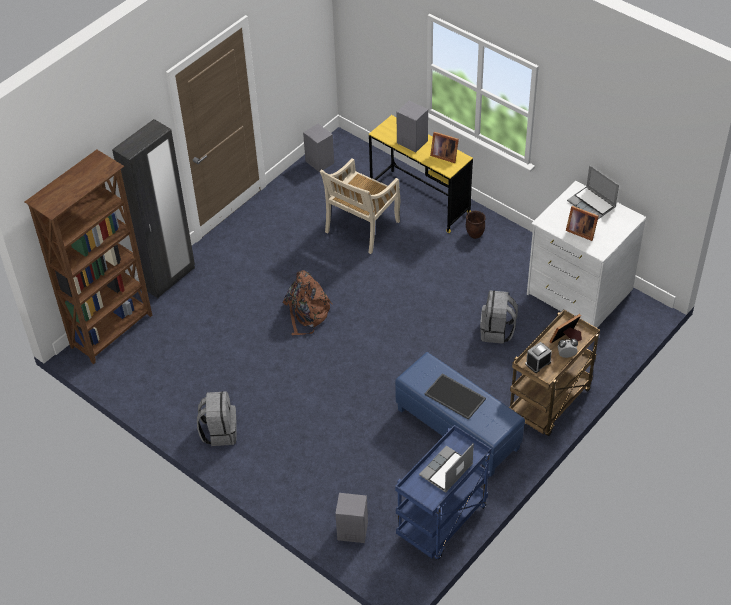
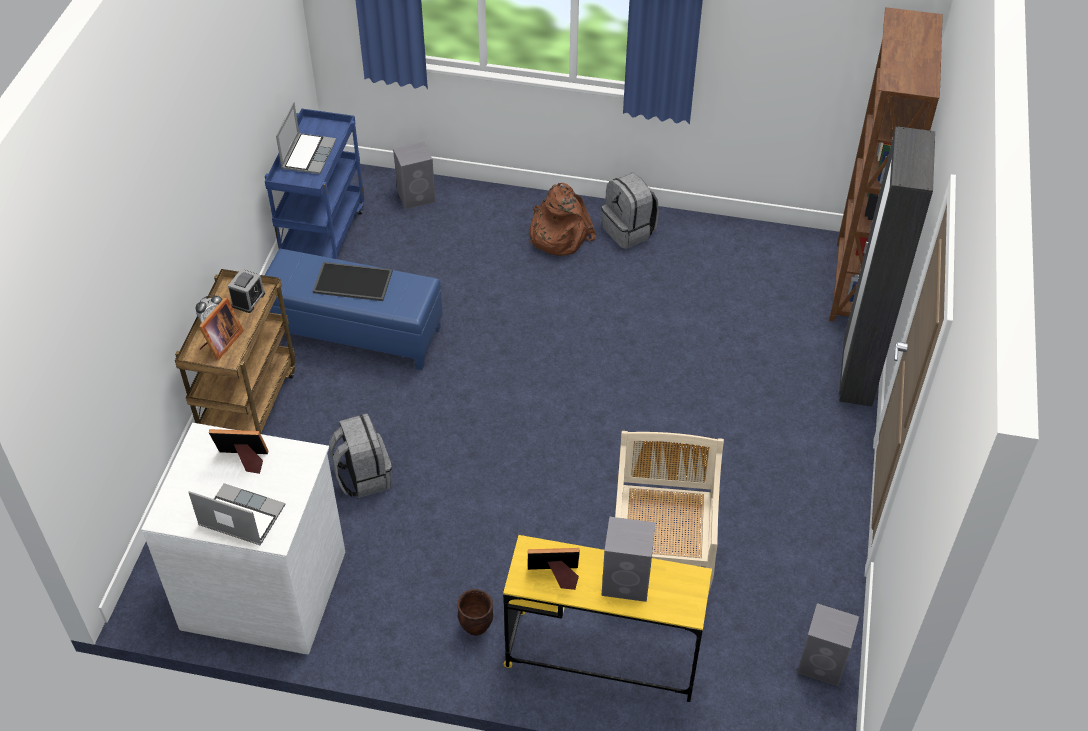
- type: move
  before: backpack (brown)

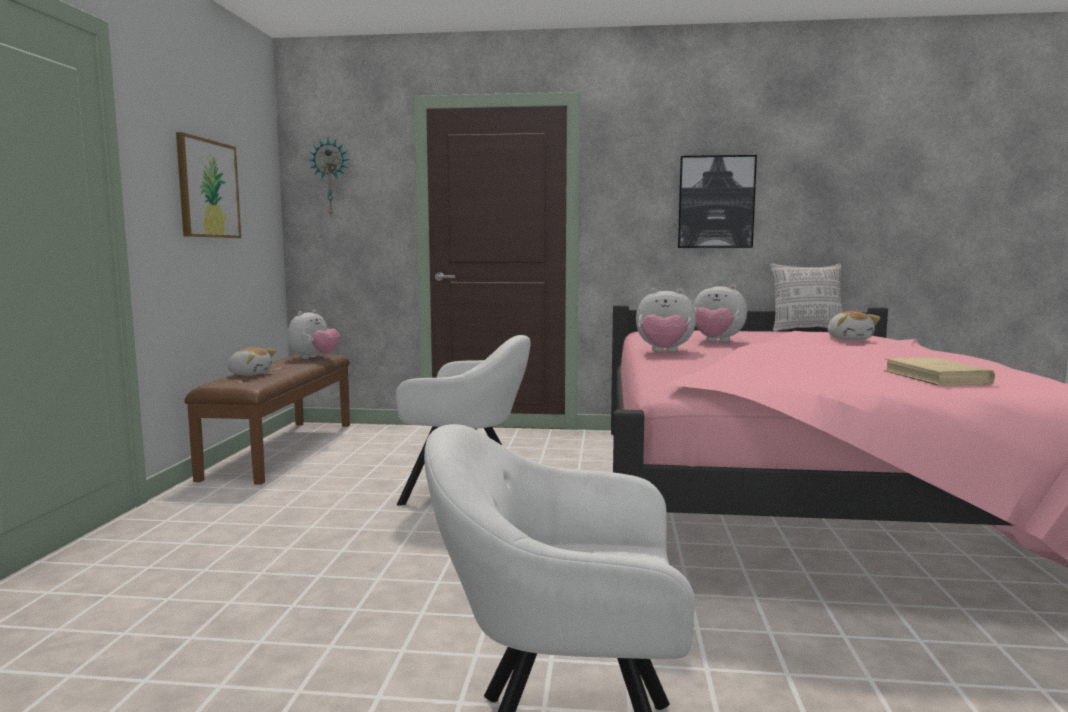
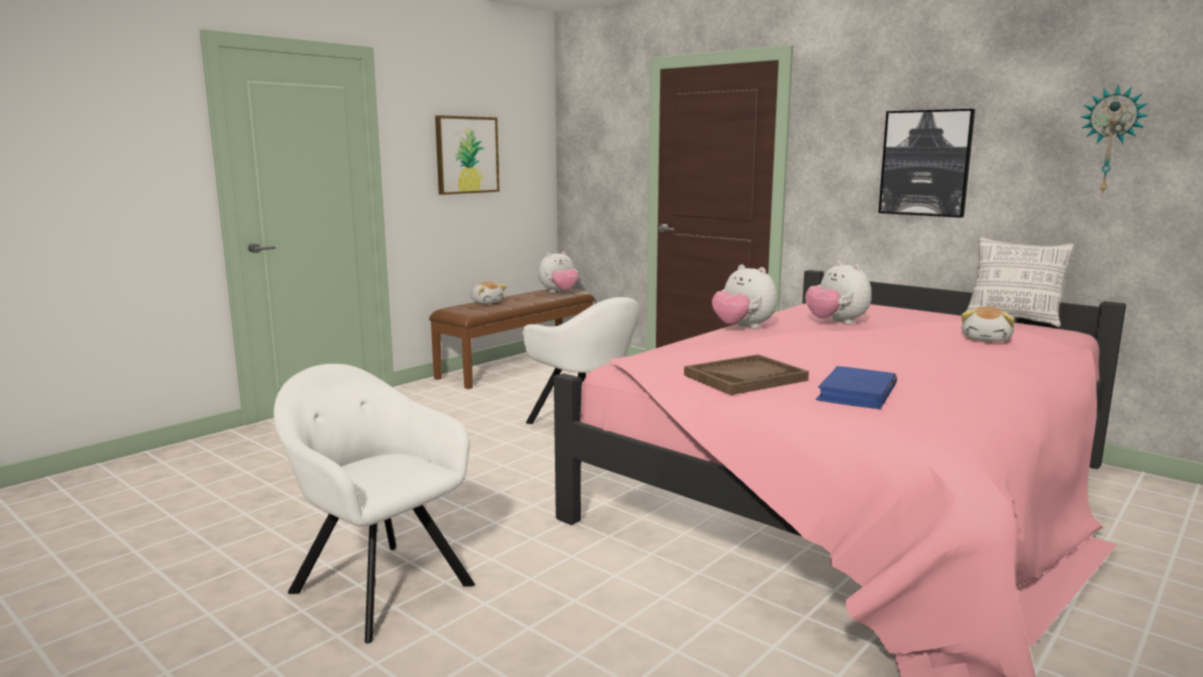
- type: insert
  after: tray (brown)
- type: move
  before: wall clock
- type: recolor
  before: book (beige)
  after: book (blue)

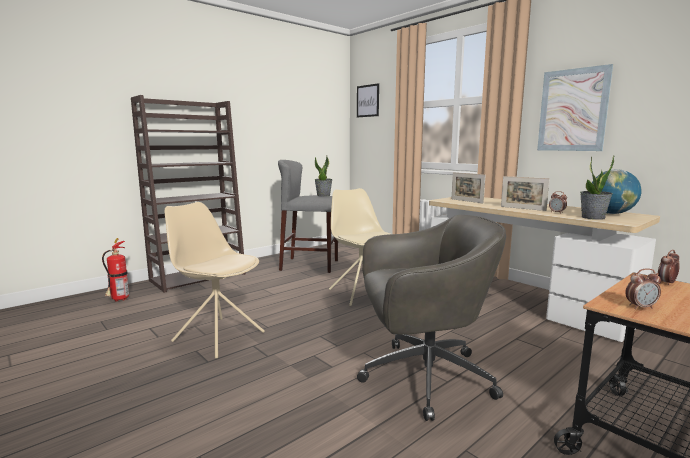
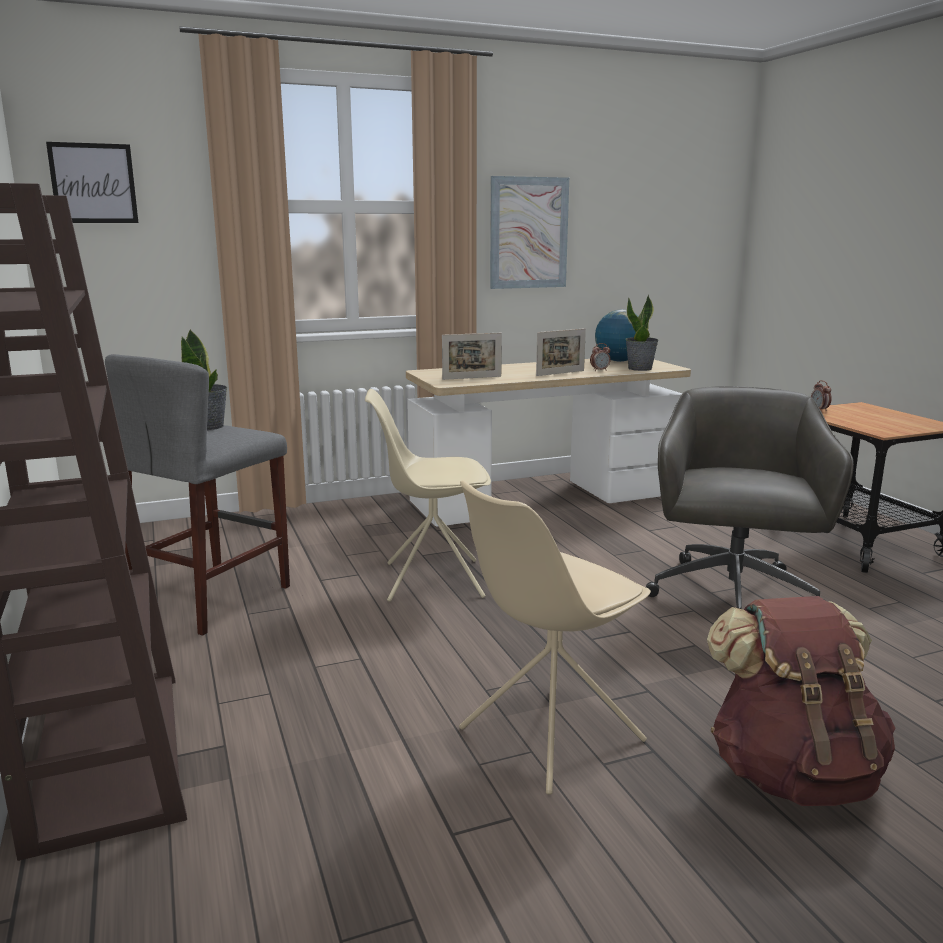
- type: delete
  before: fire extinguisher
- type: delete
  before: alarm clock (2nd from left)
- type: insert
  after: backpack (brown)

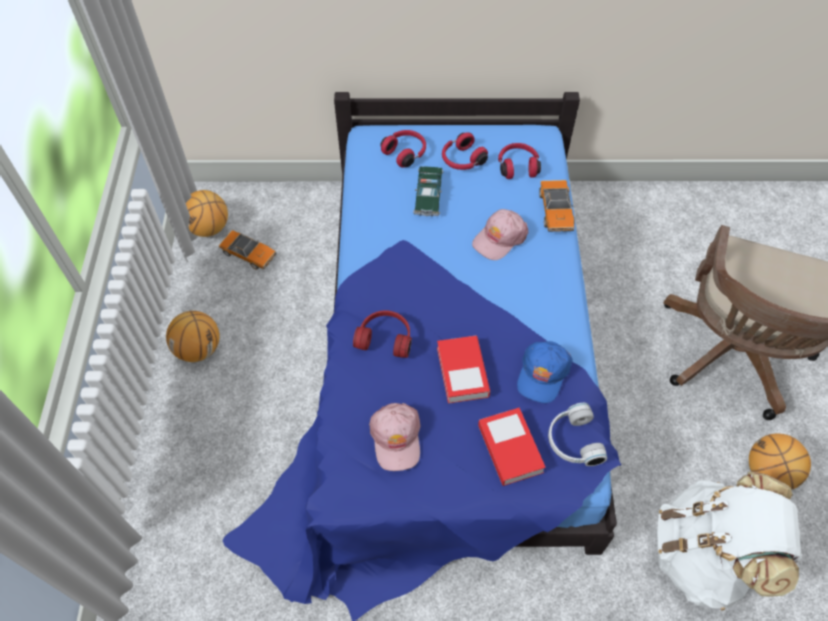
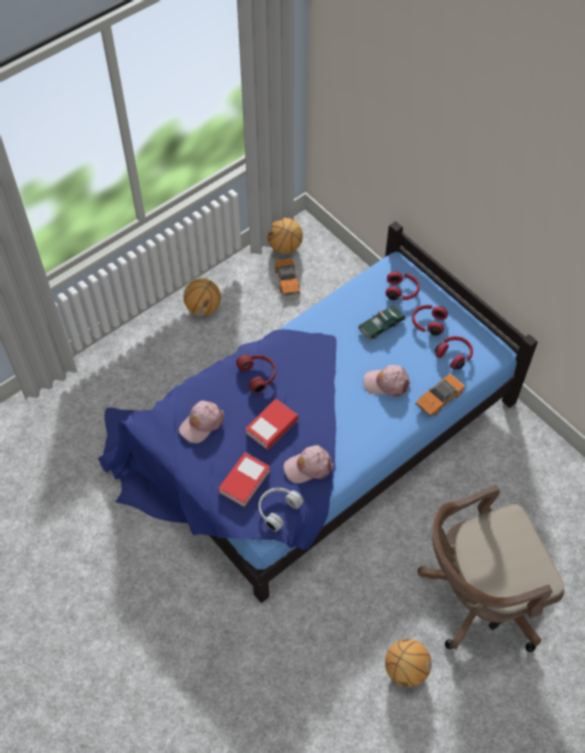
- type: delete
  before: backpack (white)
- type: recolor
  before: cap (blue)
  after: cap (pink) (2nd from left)

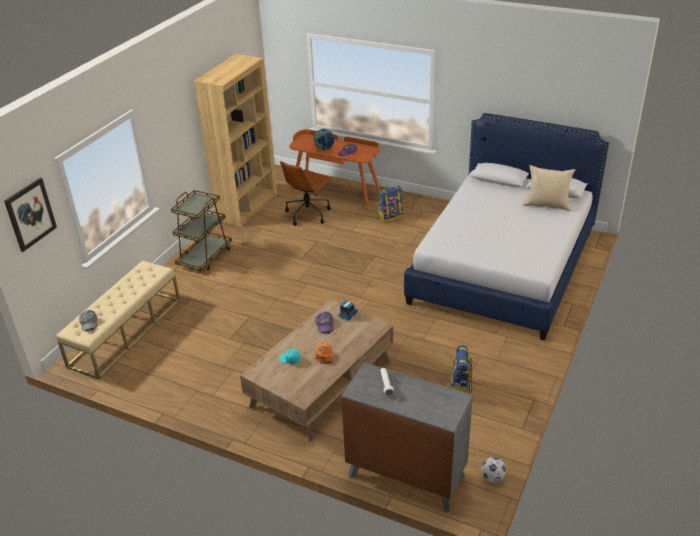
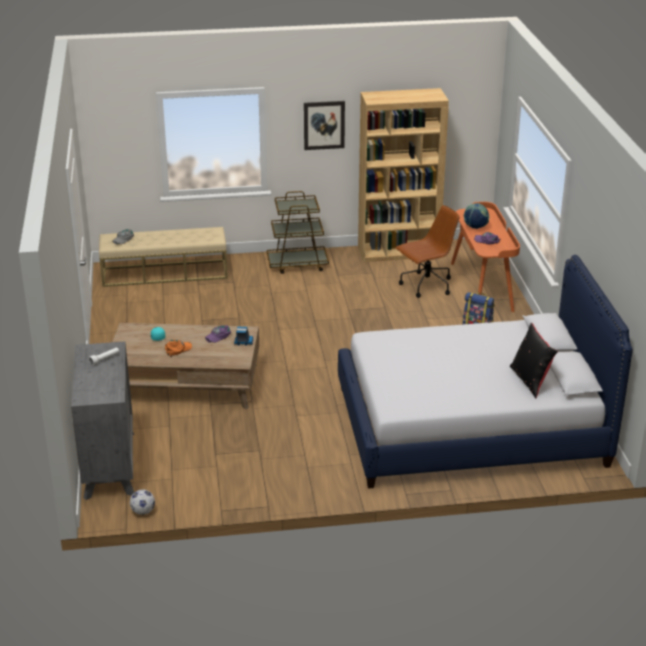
- type: delete
  before: backpack (2nd from left)
- type: move
  before: picture
- type: recolor
  before: pillow (beige)
  after: pillow (black)
- type: rotate
  before: office chair (brown)
  turn: 150

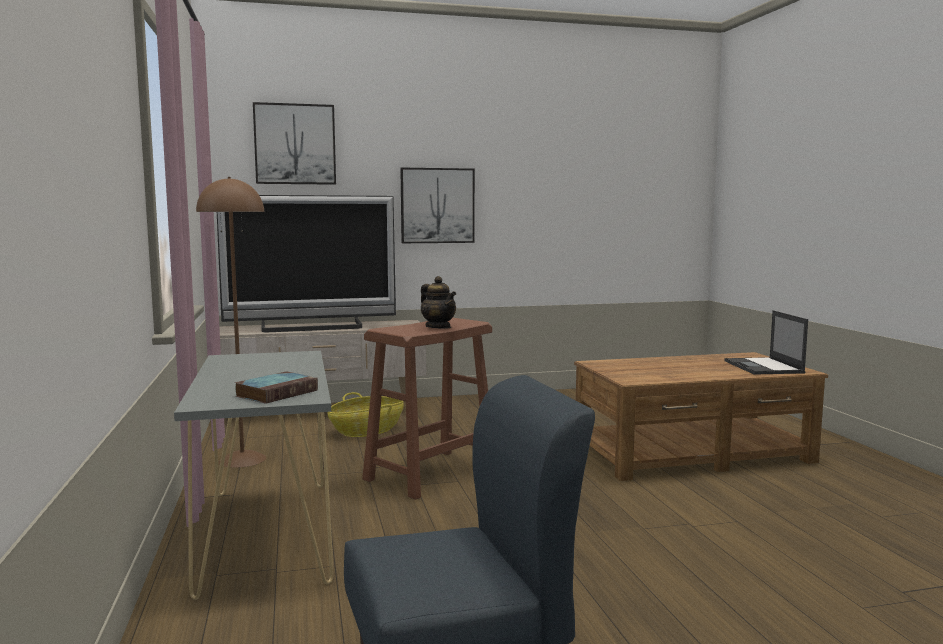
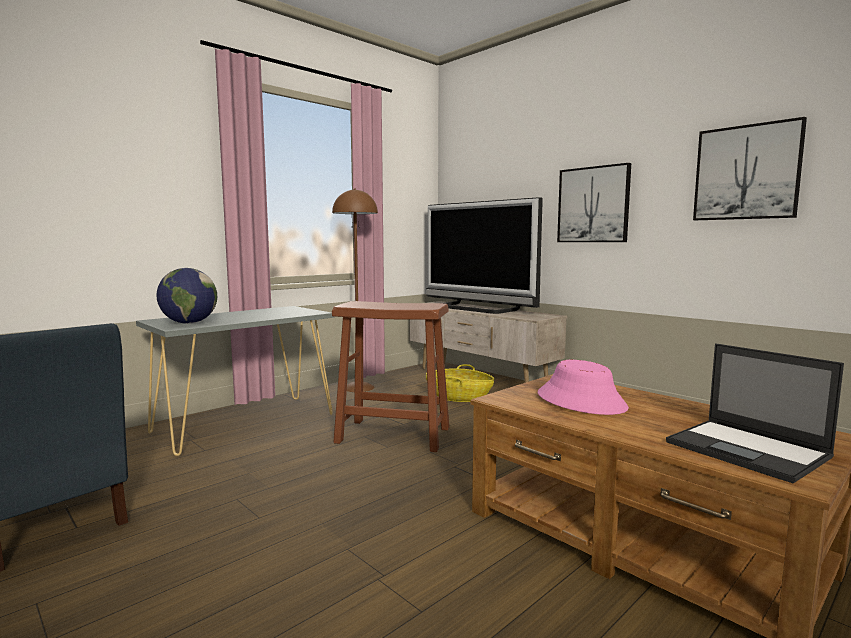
- type: delete
  before: teapot
- type: insert
  after: hat (pink)
- type: move
  before: picture (1st from left in the first image)
  after: picture (2nd from left)
- type: replace
  before: book
  after: globe
- type: rotate
  before: laptop
  turn: -90

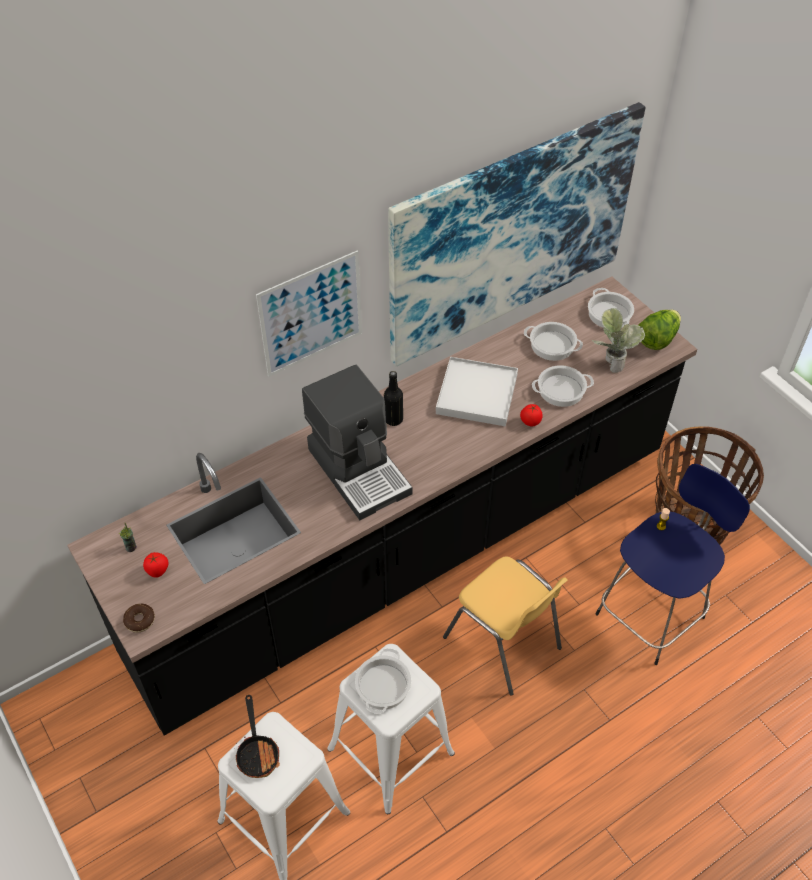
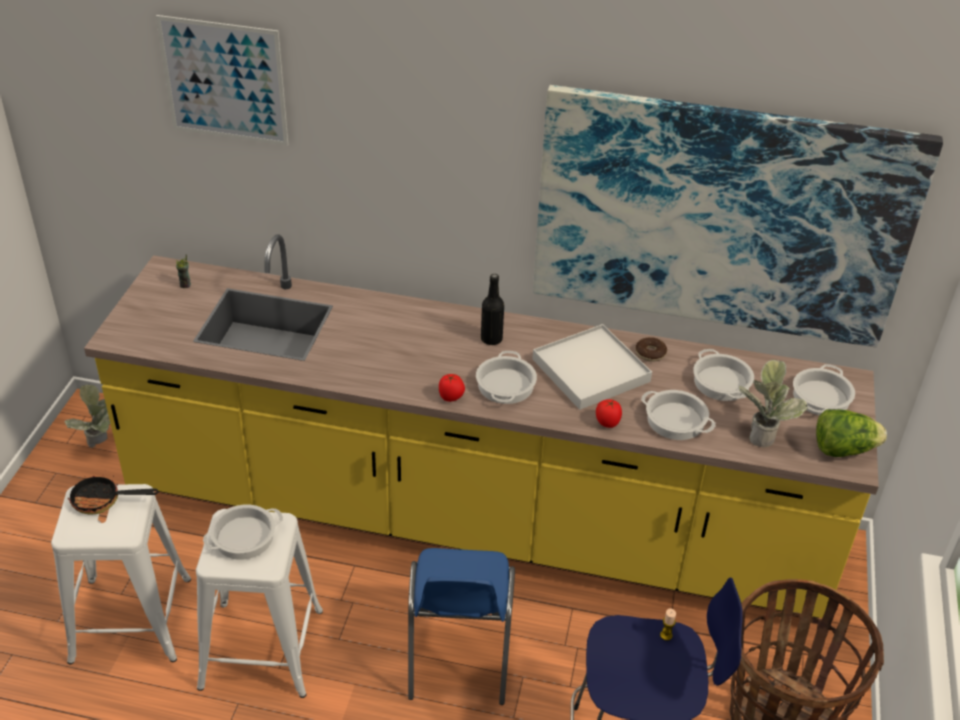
- type: delete
  before: coffee machine
- type: insert
  after: potted plant (1st from left)
- type: insert
  after: cooking pot (2nd from left)
- type: move
  before: donut
- type: move
  before: tomato (1st from left)
- type: move
  before: picture (1st from left)
- type: recolor
  before: counter (black)
  after: counter (yellow)
- type: recolor
  before: chair (yellow)
  after: chair (blue)
- type: rotate
  before: frying pan
  turn: 60

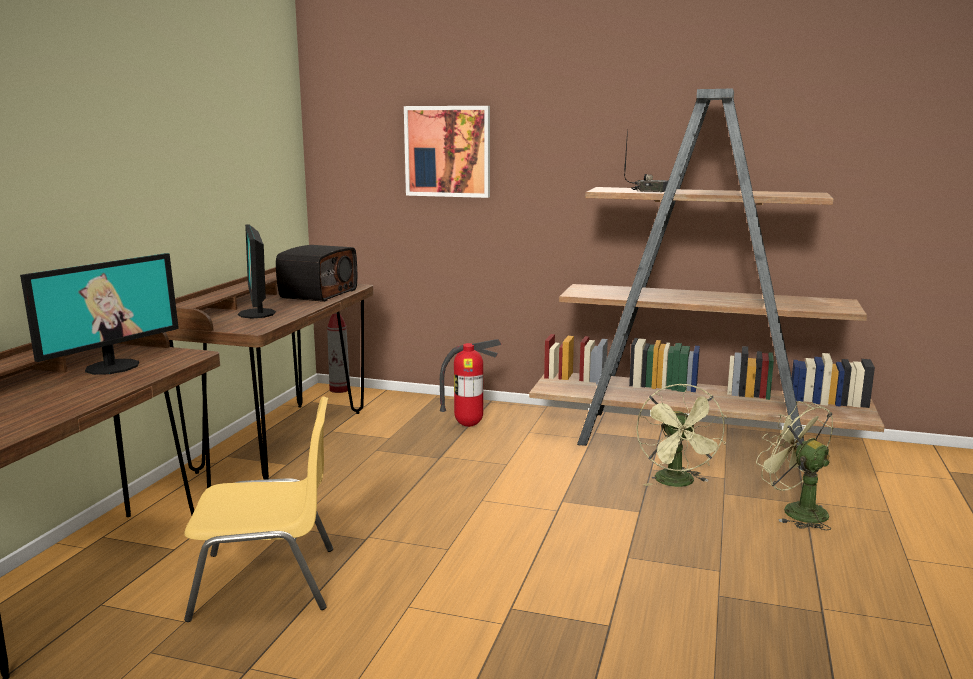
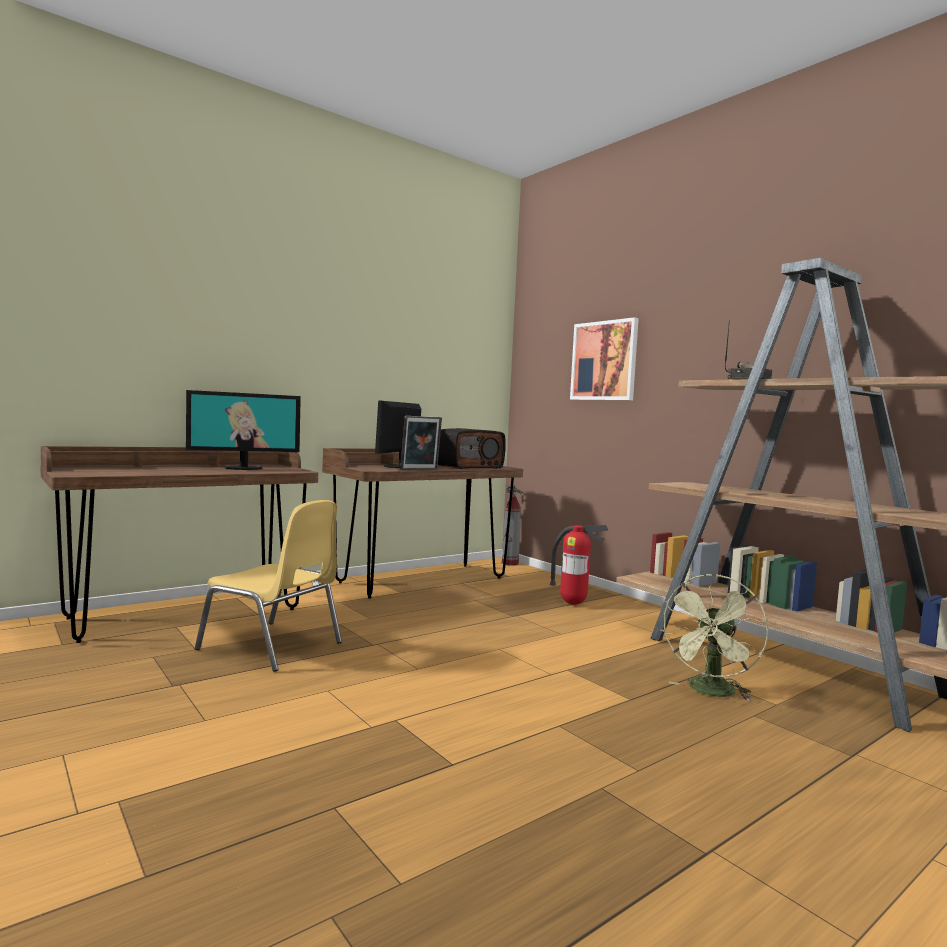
- type: delete
  before: fan (green) (2nd from left)
- type: insert
  after: picture frame

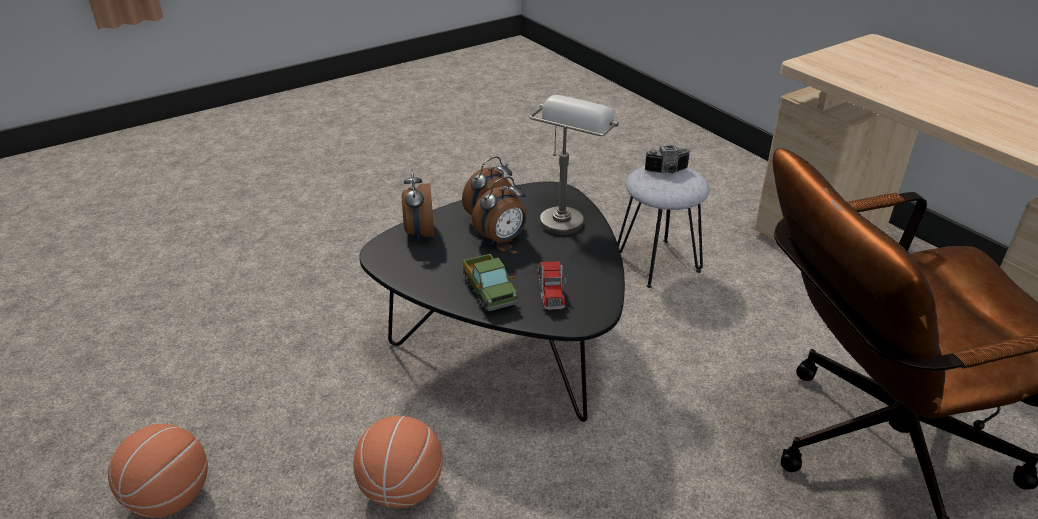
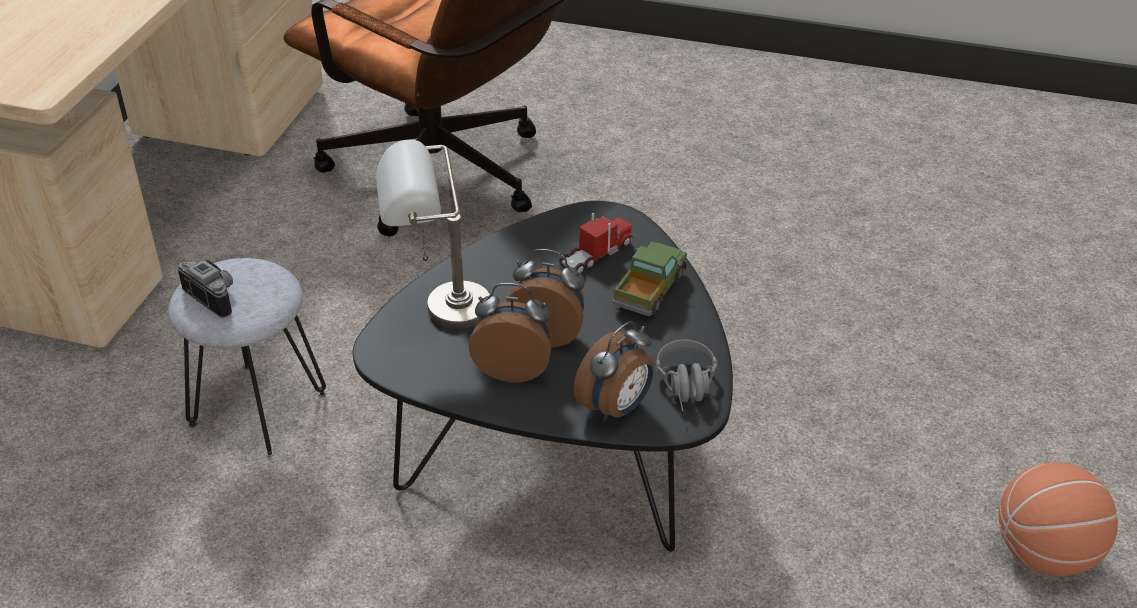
- type: delete
  before: basketball (2nd from left)
- type: insert
  after: headphones (grey)

